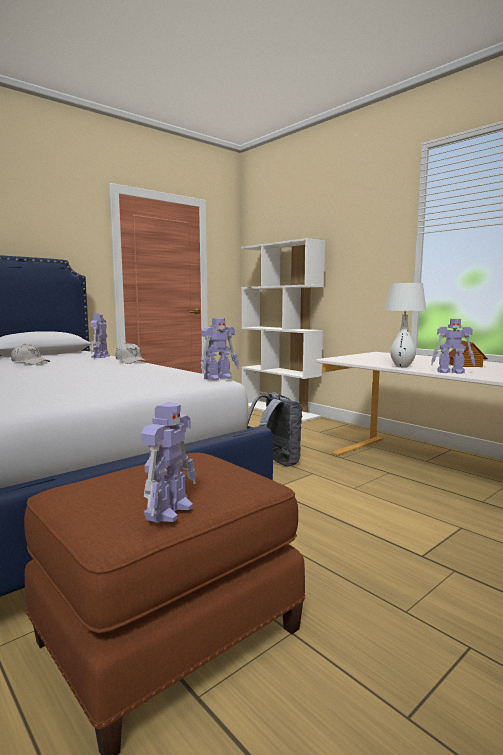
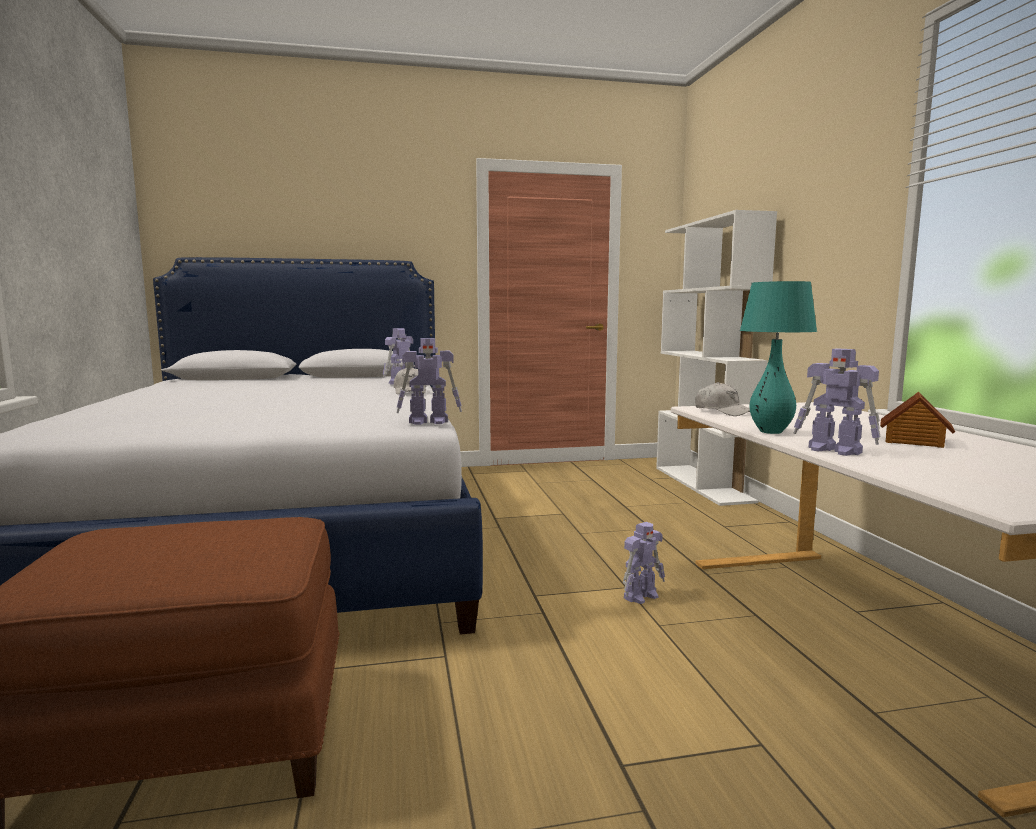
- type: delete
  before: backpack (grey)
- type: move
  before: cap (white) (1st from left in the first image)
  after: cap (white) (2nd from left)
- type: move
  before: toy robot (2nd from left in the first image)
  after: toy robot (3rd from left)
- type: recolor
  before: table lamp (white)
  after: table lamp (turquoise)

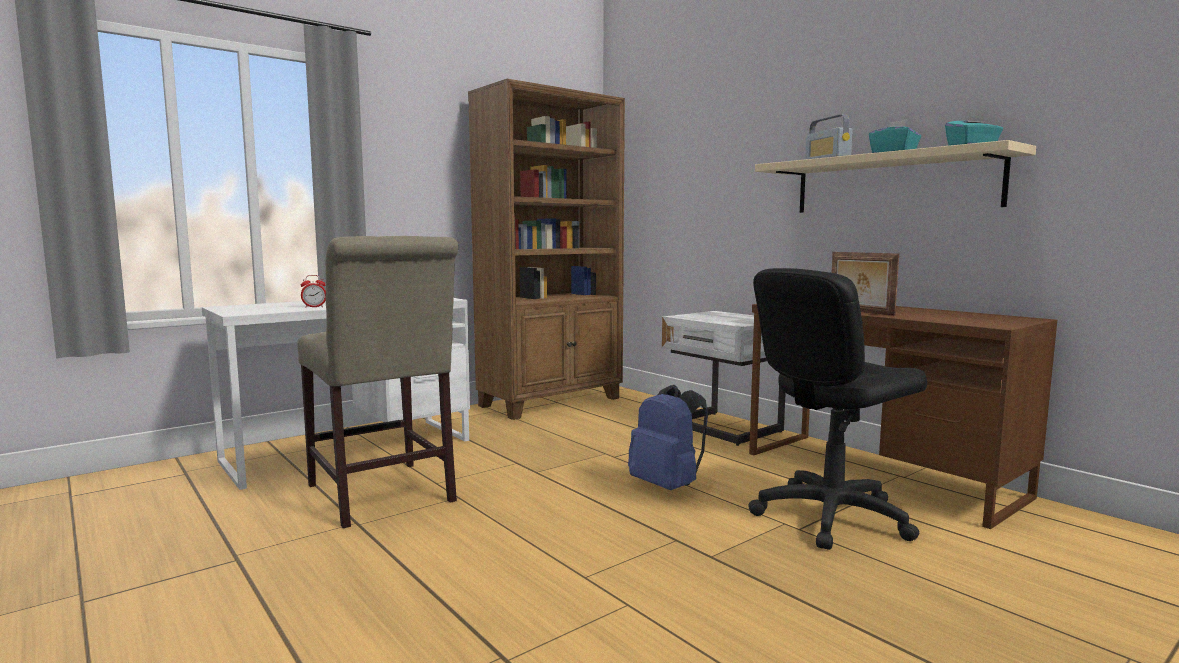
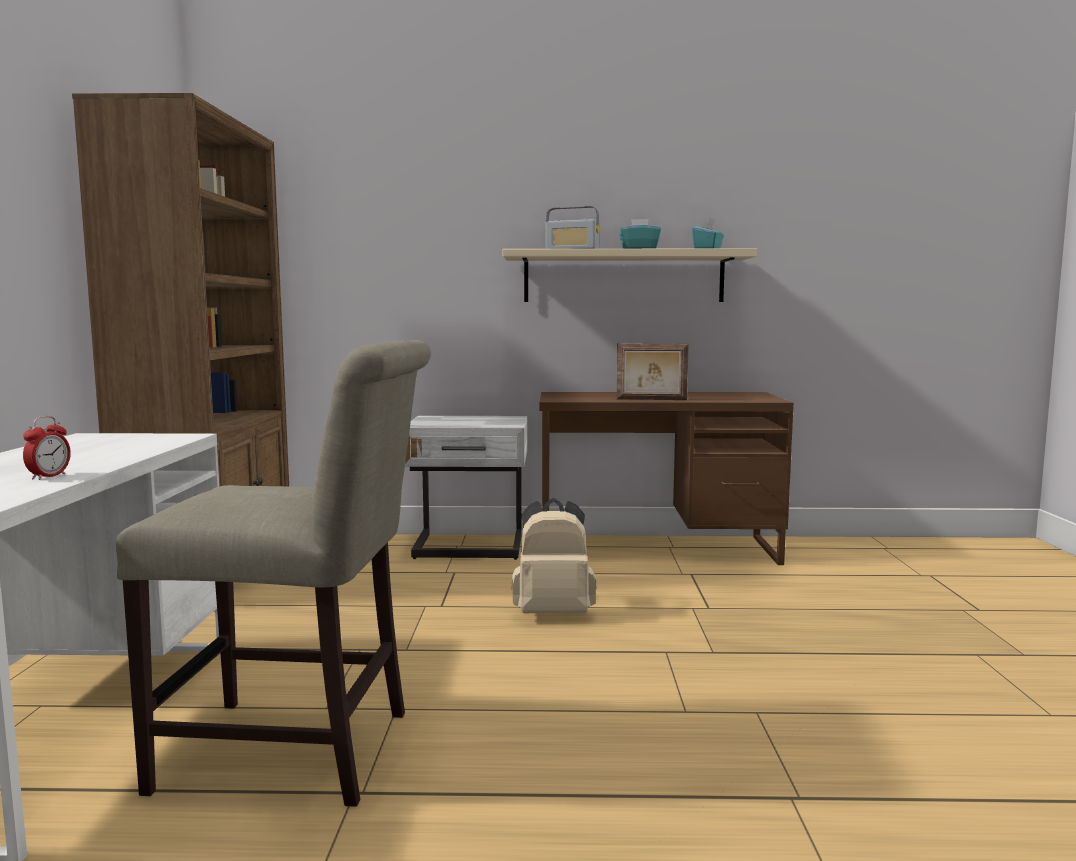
- type: delete
  before: office chair (black)
- type: recolor
  before: backpack (blue)
  after: backpack (beige)

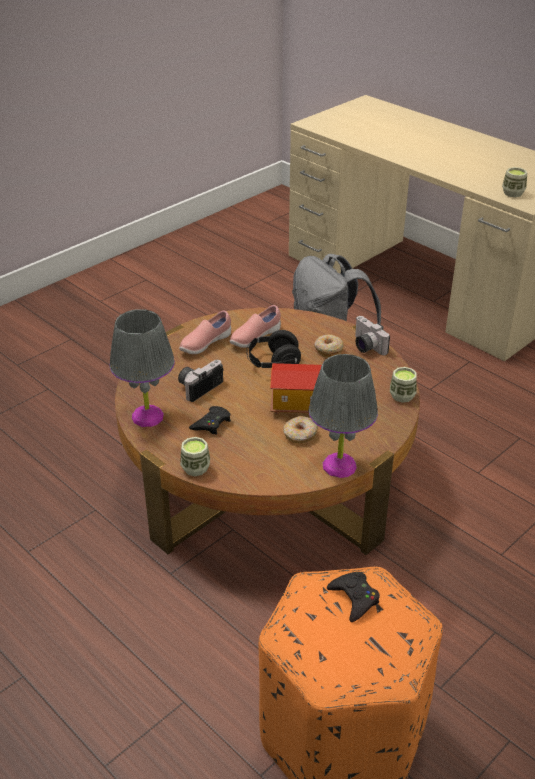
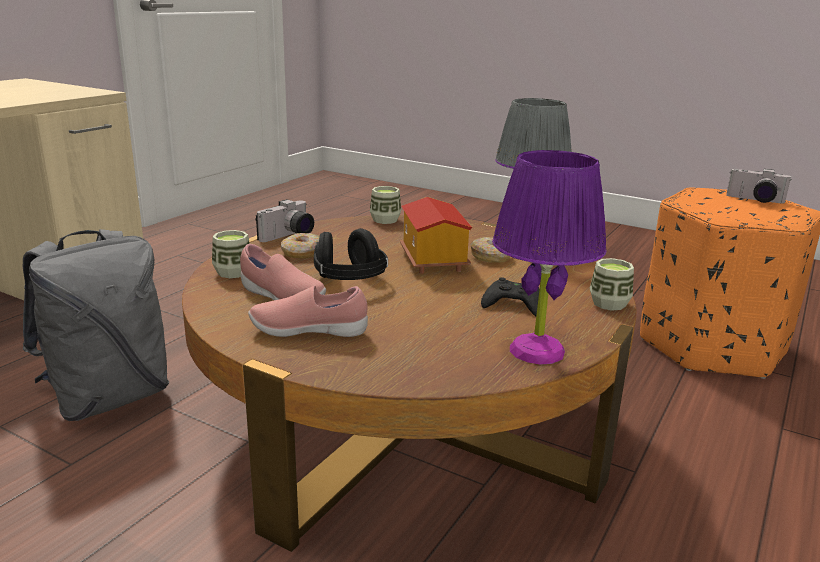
- type: delete
  before: game controller (black) (2nd from left)
- type: move
  before: photo camera (1st from left in the first image)
  after: photo camera (2nd from left)
- type: move
  before: cup (3rd from left in the first image)
  after: cup (1st from left)
- type: recolor
  before: table lamp (grey) (1st from left)
  after: table lamp (purple)
- type: rotate
  before: shoe (pink) (1st from left in the first image)
  turn: 150

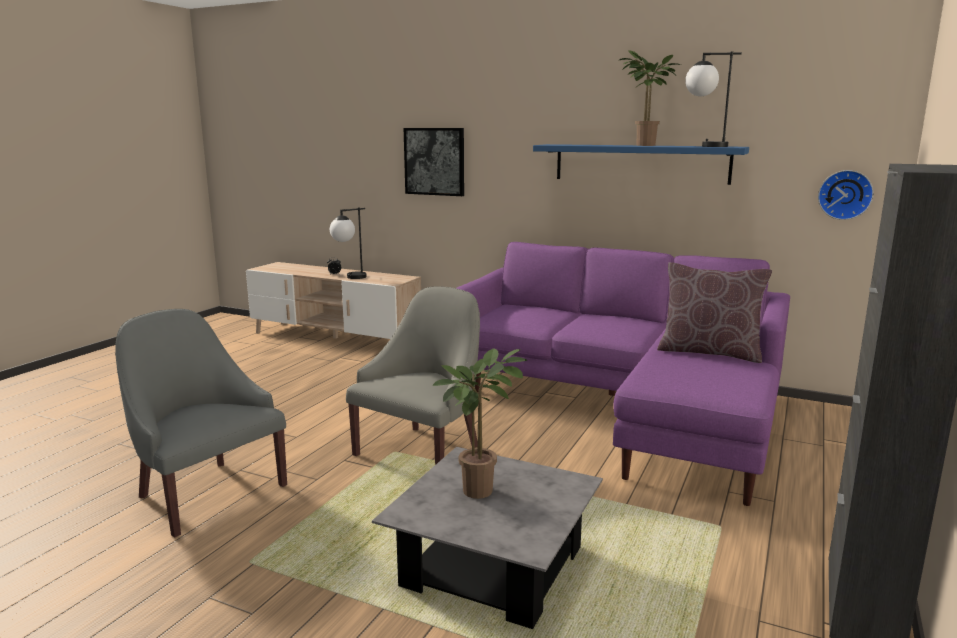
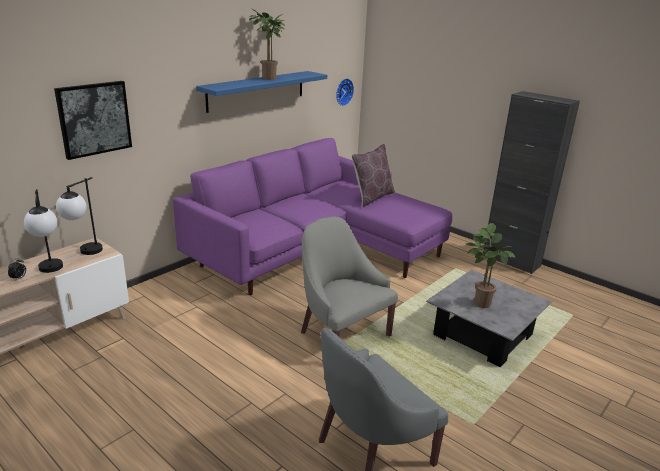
- type: move
  before: table lamp (2nd from left)

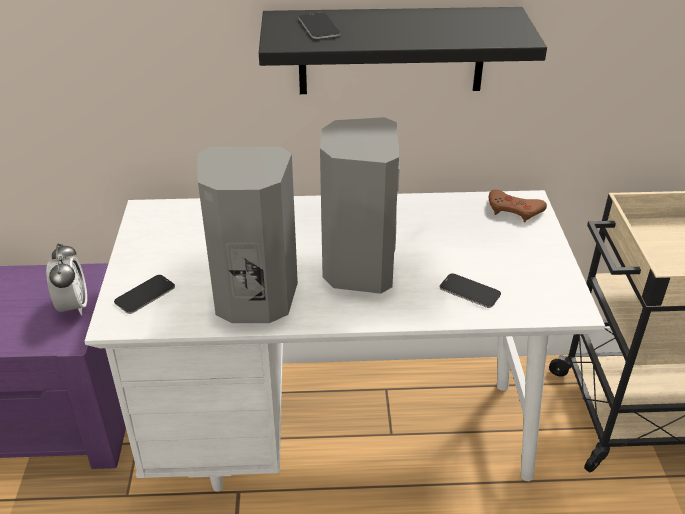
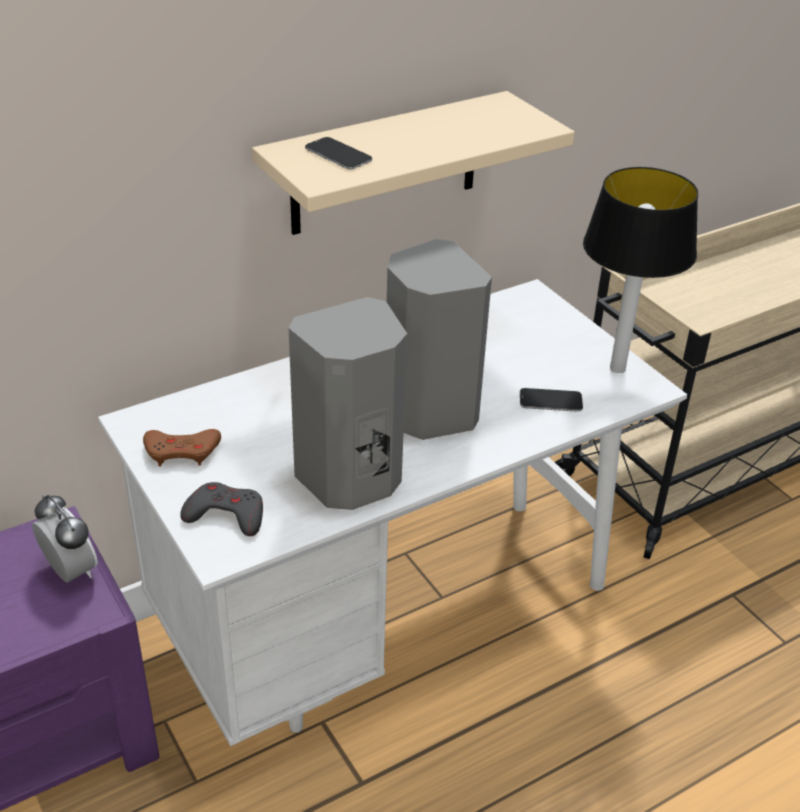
- type: insert
  after: table lamp
- type: move
  before: game controller (brown)
- type: replace
  before: phone (1st from left)
  after: game controller (grey)
- type: recolor
  before: shelf (black)
  after: shelf (beige)

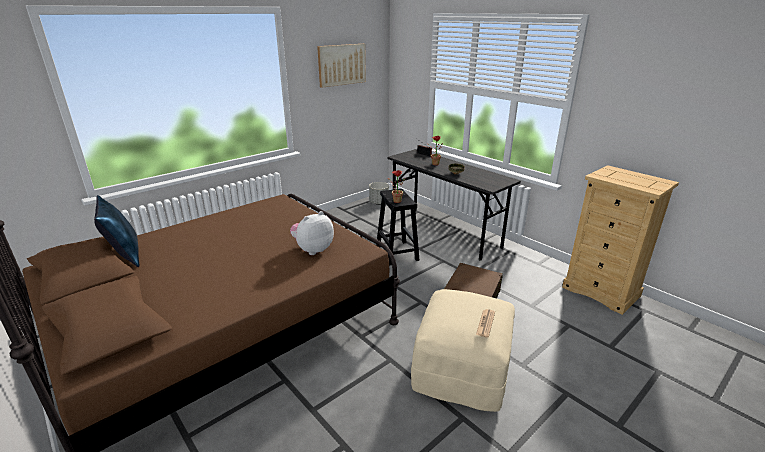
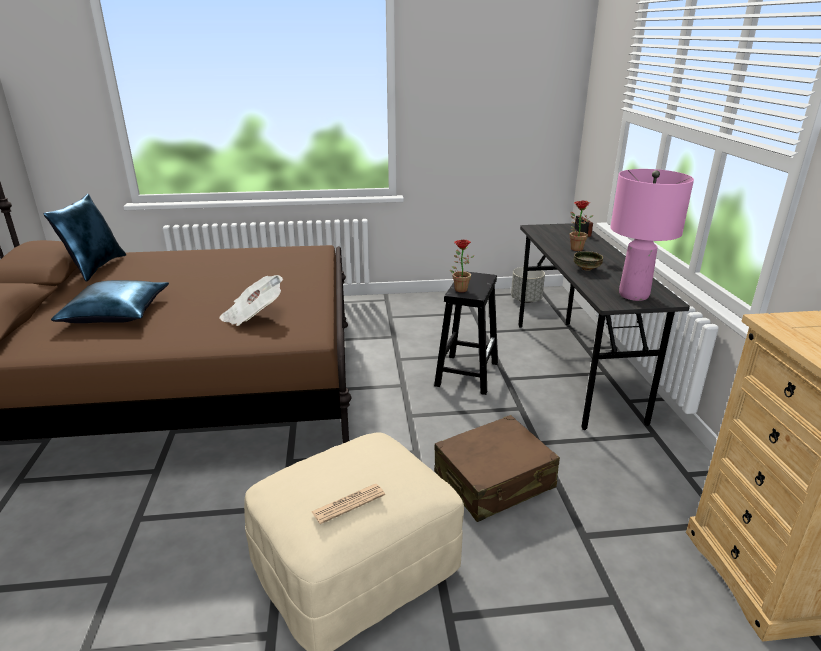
- type: delete
  before: picture
- type: insert
  after: pillow (blue) (2nd from left)
- type: insert
  after: table lamp (pink)
- type: replace
  before: plush toy
  after: newspaper (1st from left)

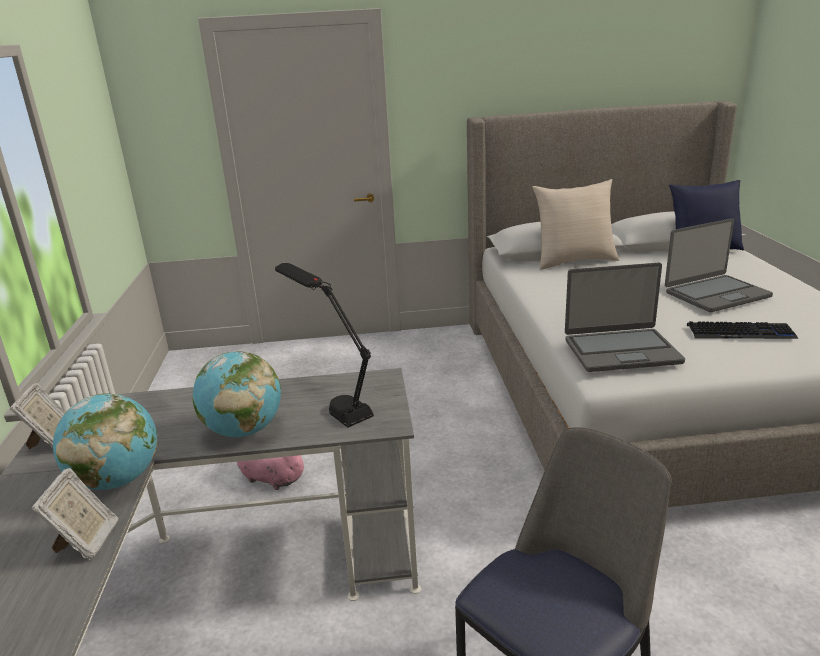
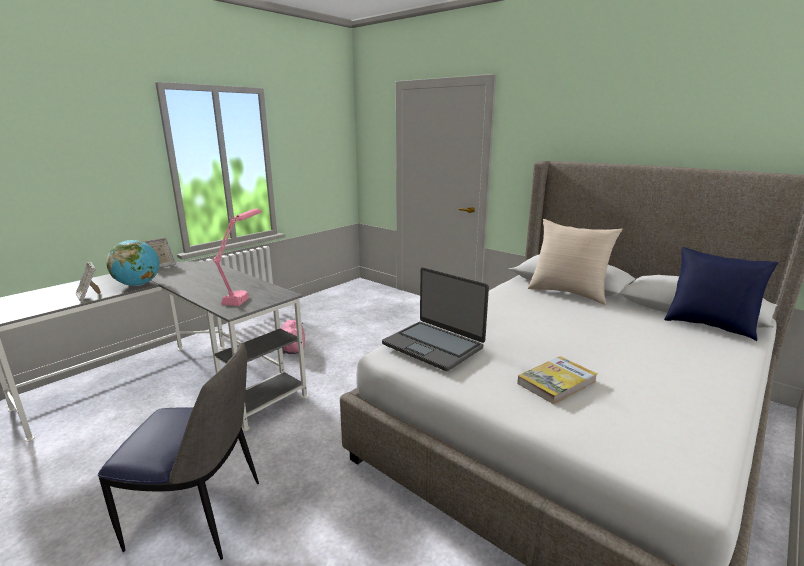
- type: delete
  before: globe (2nd from left)
- type: delete
  before: laptop (2nd from left)
- type: replace
  before: keyboard
  after: book
- type: recolor
  before: table lamp (black)
  after: table lamp (pink)
- type: rotate
  before: picture frame (2nd from left in the first image)
  turn: 90

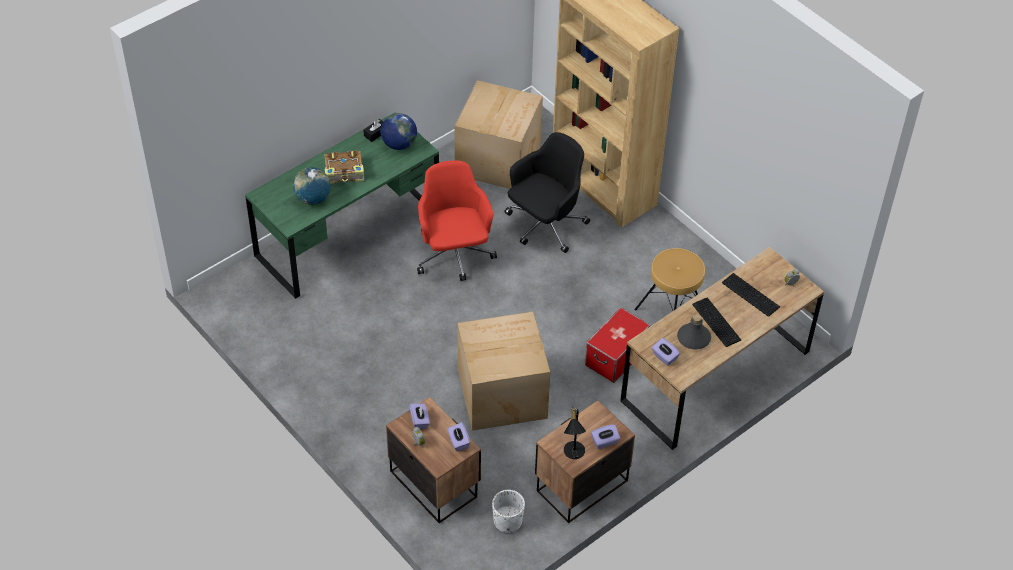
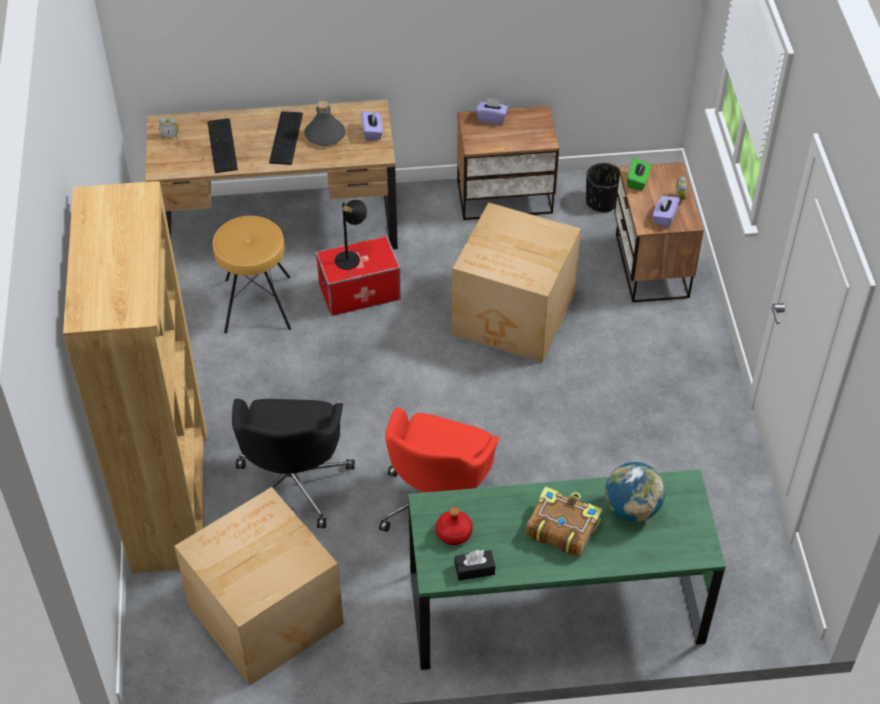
- type: move
  before: table lamp (black)
- type: replace
  before: globe (2nd from left)
  after: bottle (red)
- type: recolor
  before: tissue box (purple) (2nd from left)
  after: tissue box (green)
- type: recolor
  before: planter (white)
  after: planter (black)
- type: rotate
  before: office chair (black)
  turn: -75

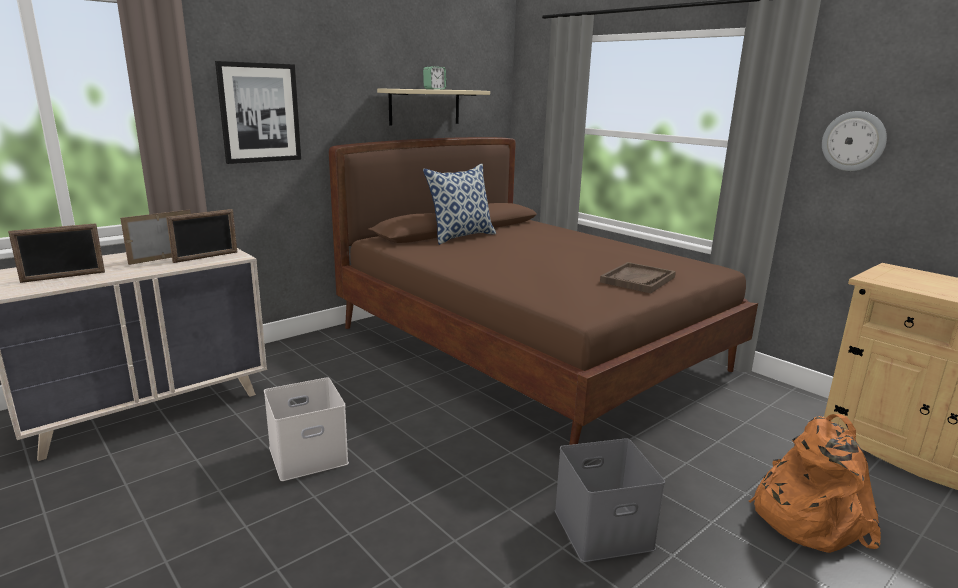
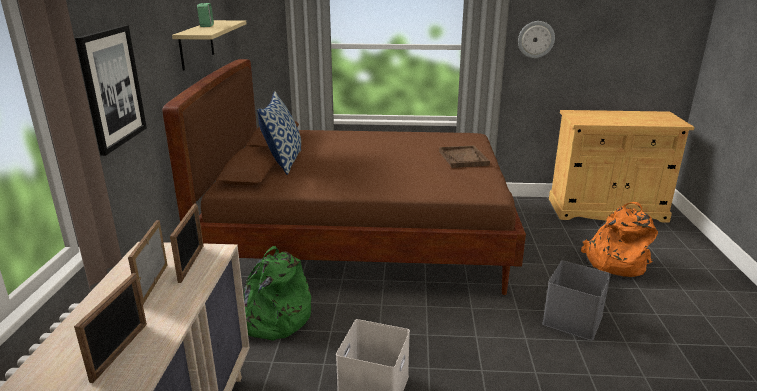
- type: insert
  after: backpack (green)

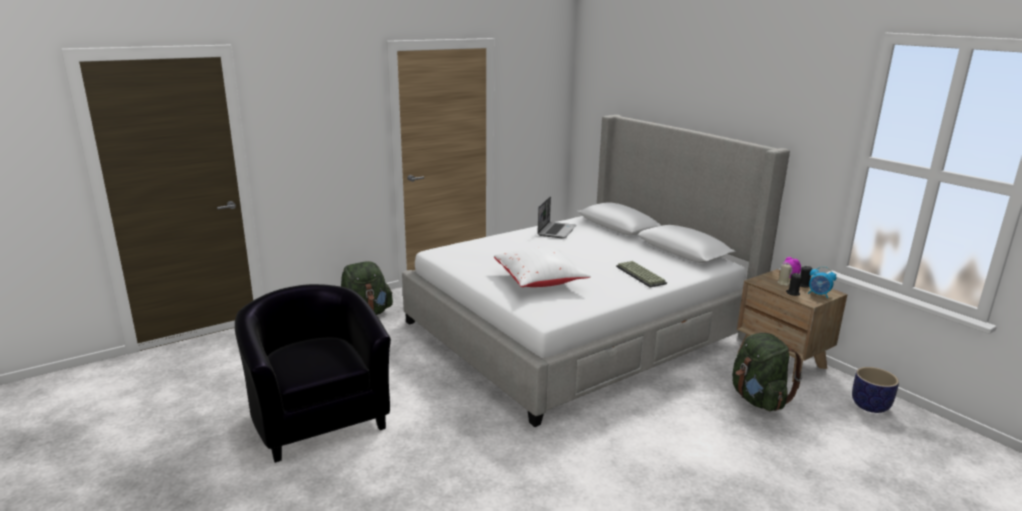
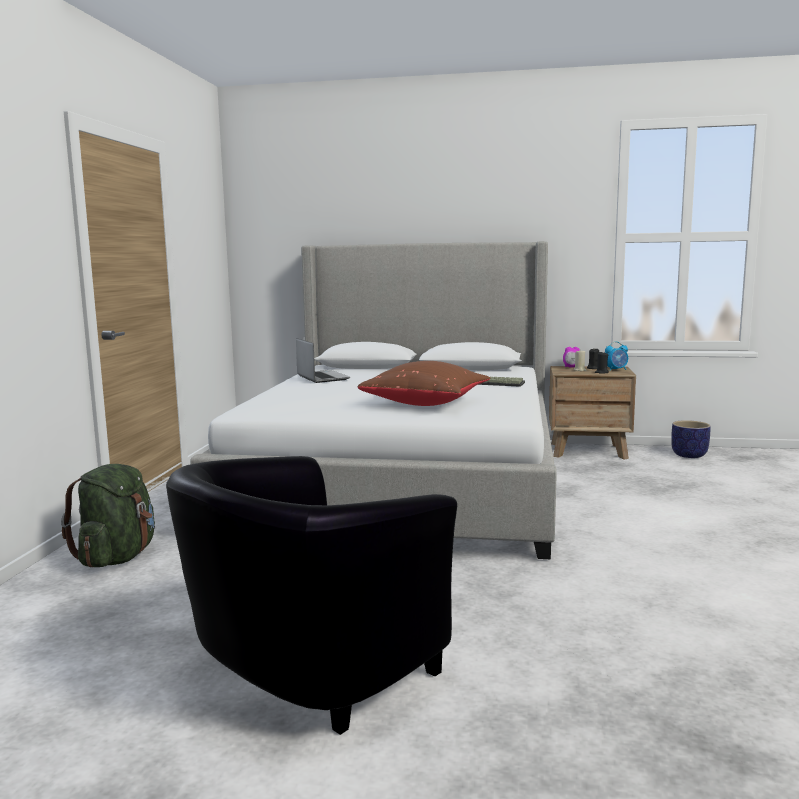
- type: delete
  before: backpack (green) (2nd from left)
- type: recolor
  before: pillow (white)
  after: pillow (brown)
- type: rotate
  before: armchair (black)
  turn: -60

